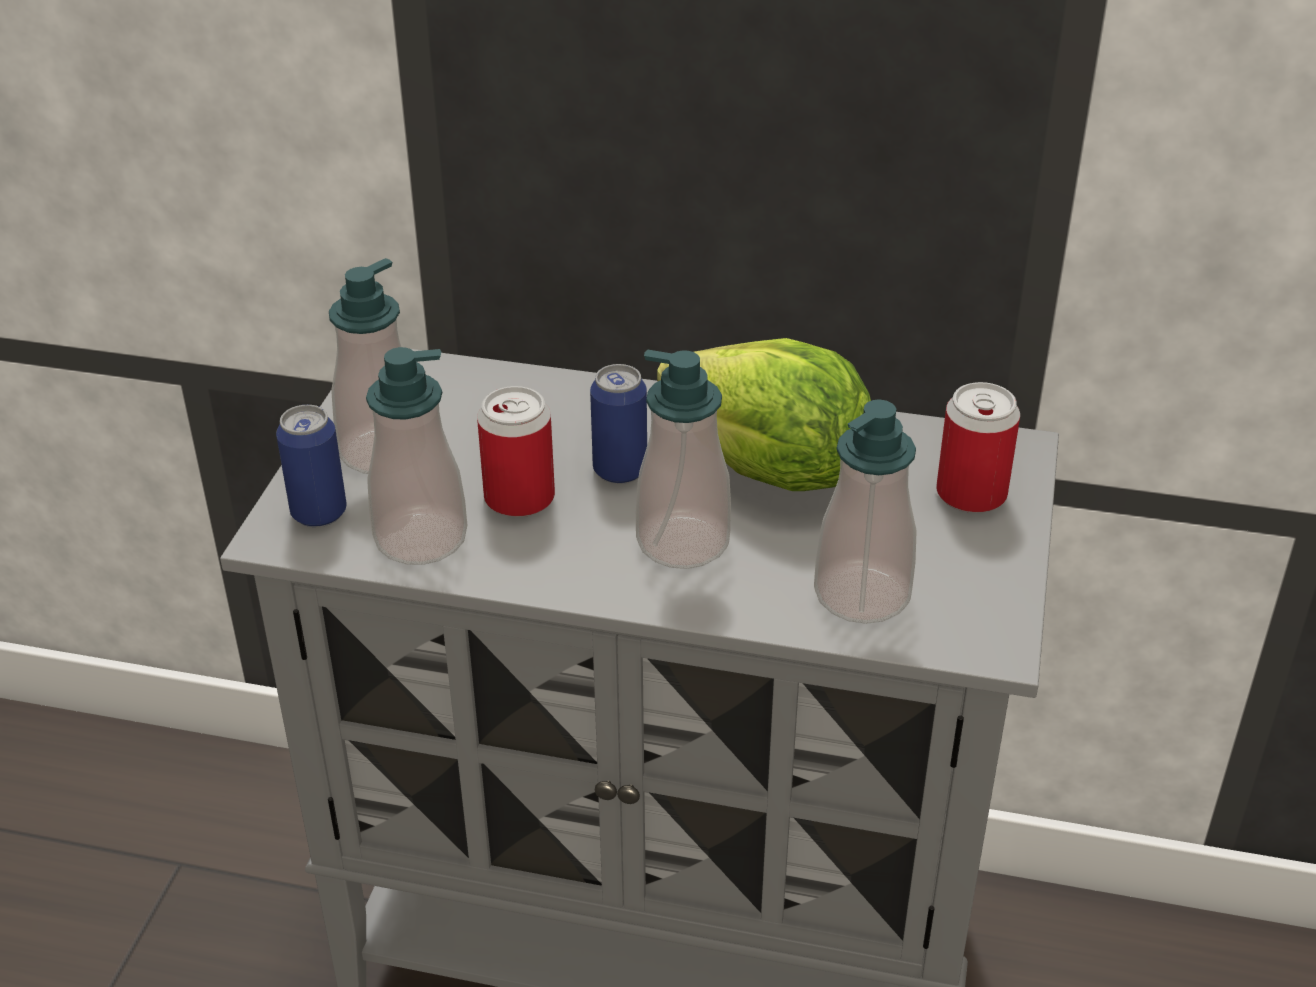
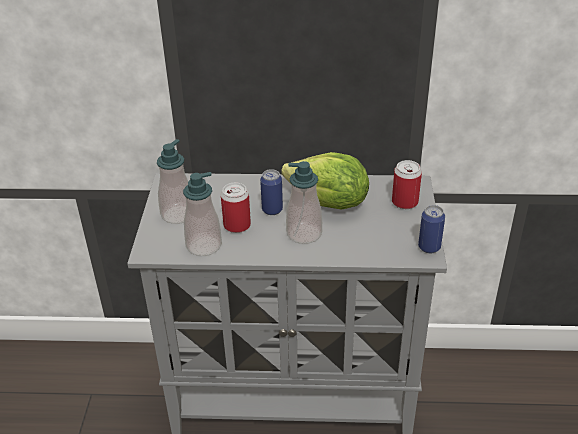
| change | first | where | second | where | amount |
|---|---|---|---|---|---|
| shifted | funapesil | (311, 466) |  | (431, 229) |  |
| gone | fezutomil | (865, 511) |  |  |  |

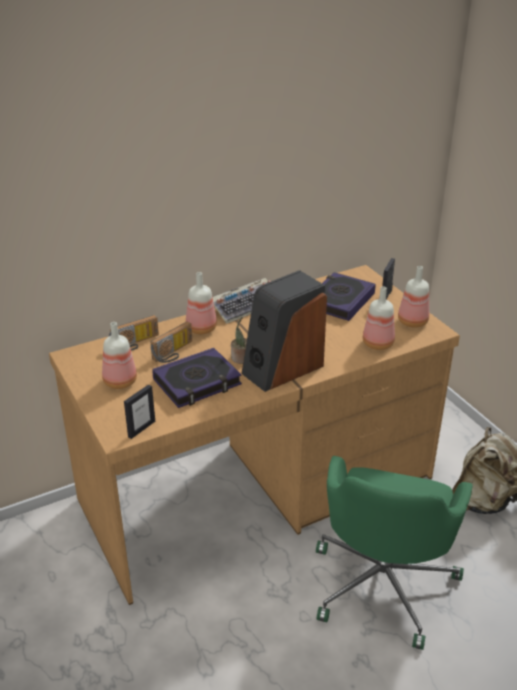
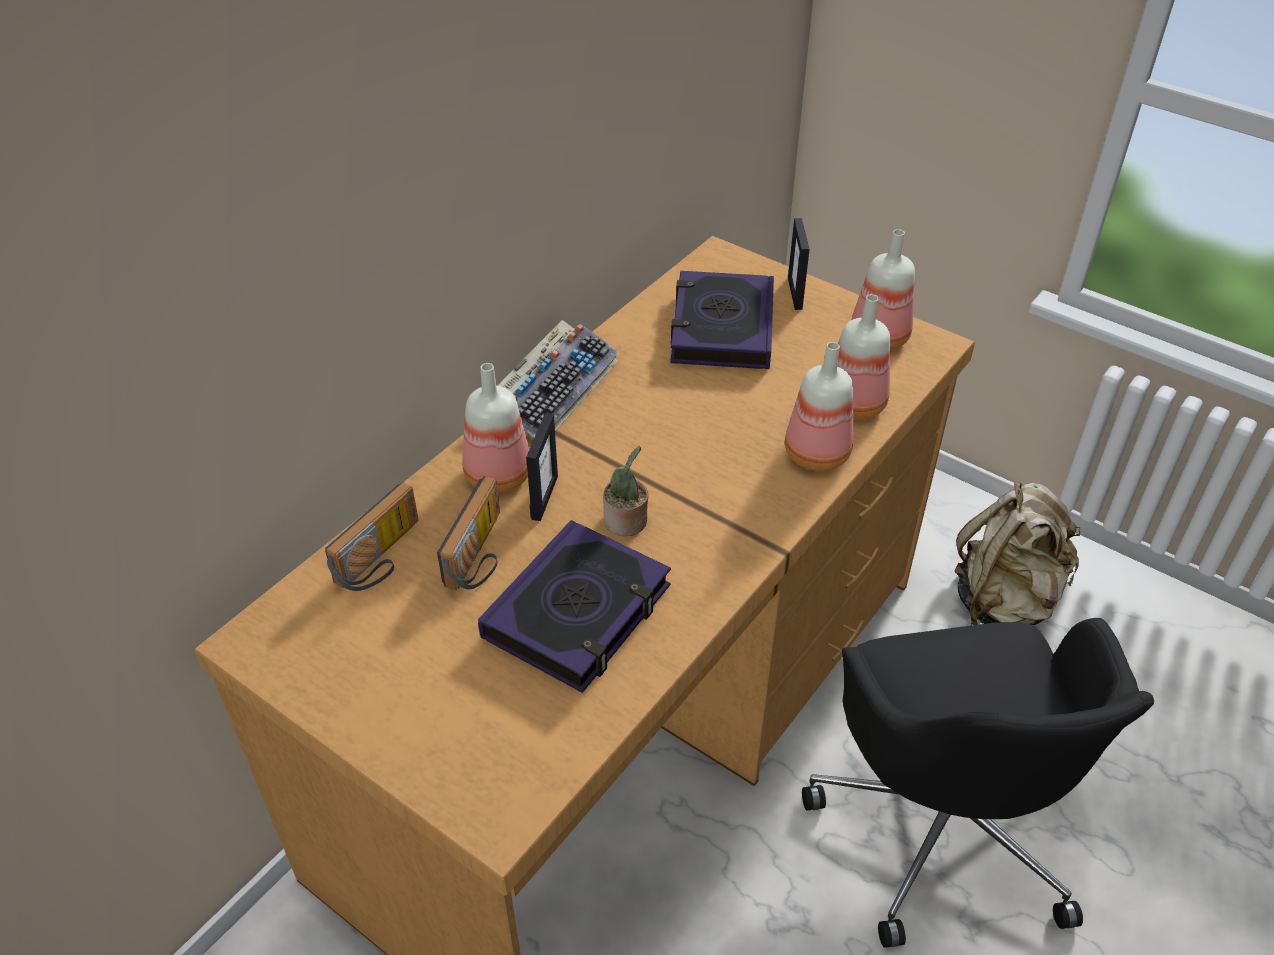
| change | first | where | second | where | amount |
|---|---|---|---|---|---|
| shifted | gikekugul | (139, 411) |  | (542, 467) |  |
| shifted | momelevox | (119, 355) |  | (819, 406) |  |
| repainted | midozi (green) | (394, 553) | midozi (black) | (978, 783) |  |
| gone | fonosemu | (284, 331) |  |  |  |

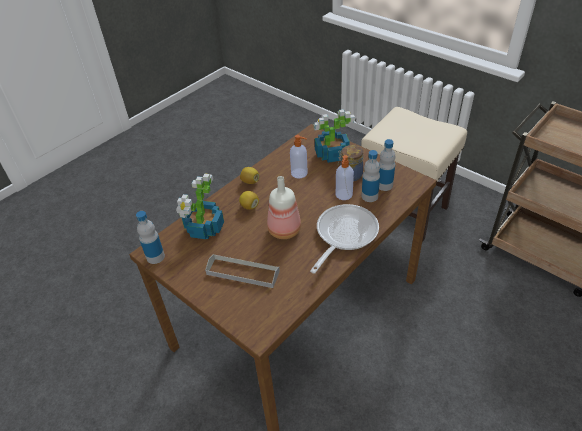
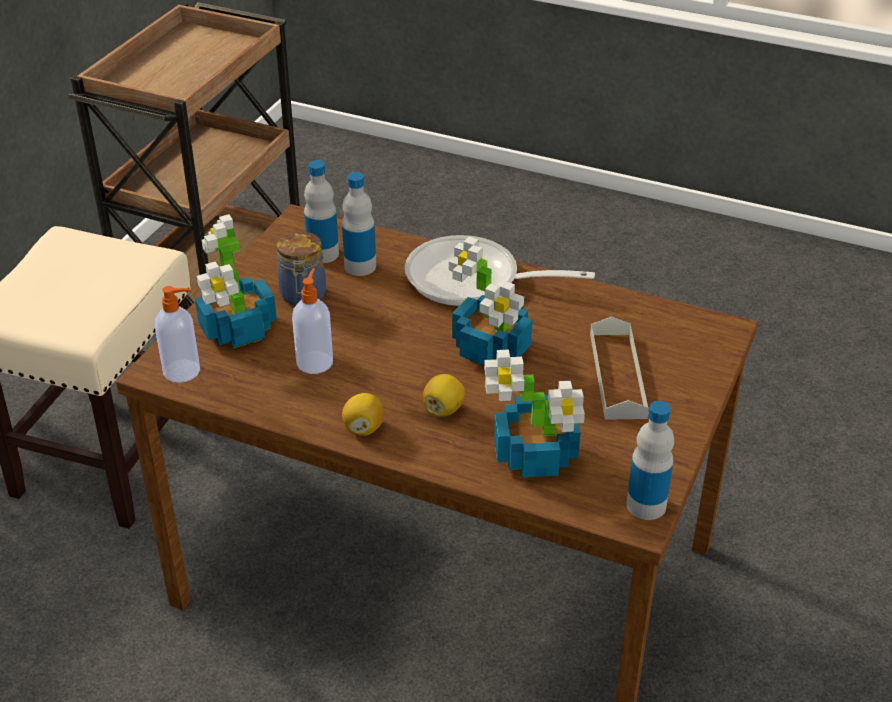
| change | first | where | second | where | amount |
|---|---|---|---|---|---|
| shifted | fezutomil | (345, 177) |  | (177, 334) |  |
| swapped | momelevox | (284, 207) | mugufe | (491, 301) |  |

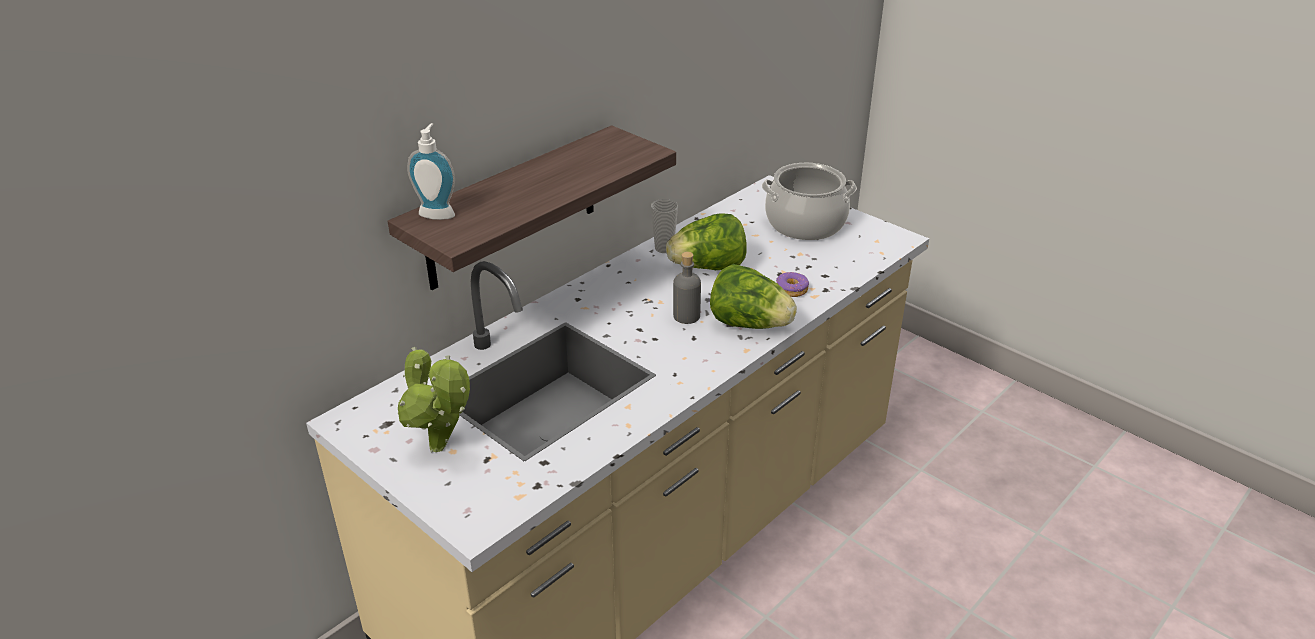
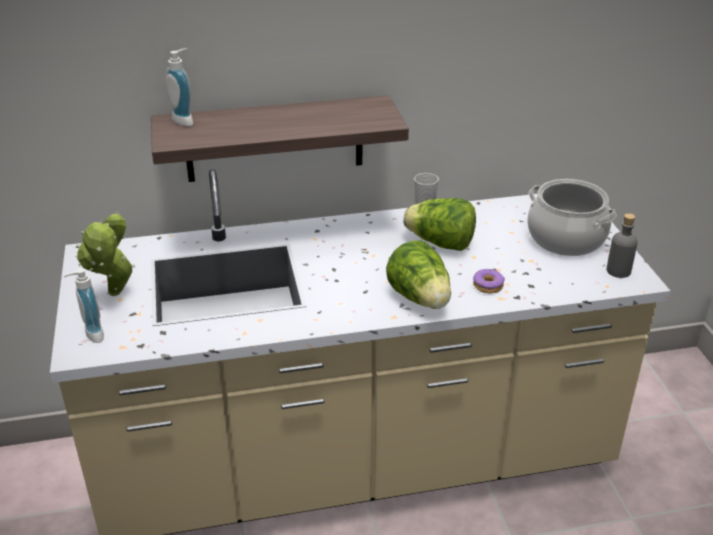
| change | first | where | second | where | amount |
|---|---|---|---|---|---|
| new |  |  | fezutomil | (84, 305) |  |
| shifted | momelevox (grey) | (687, 288) |  | (622, 245) |  |

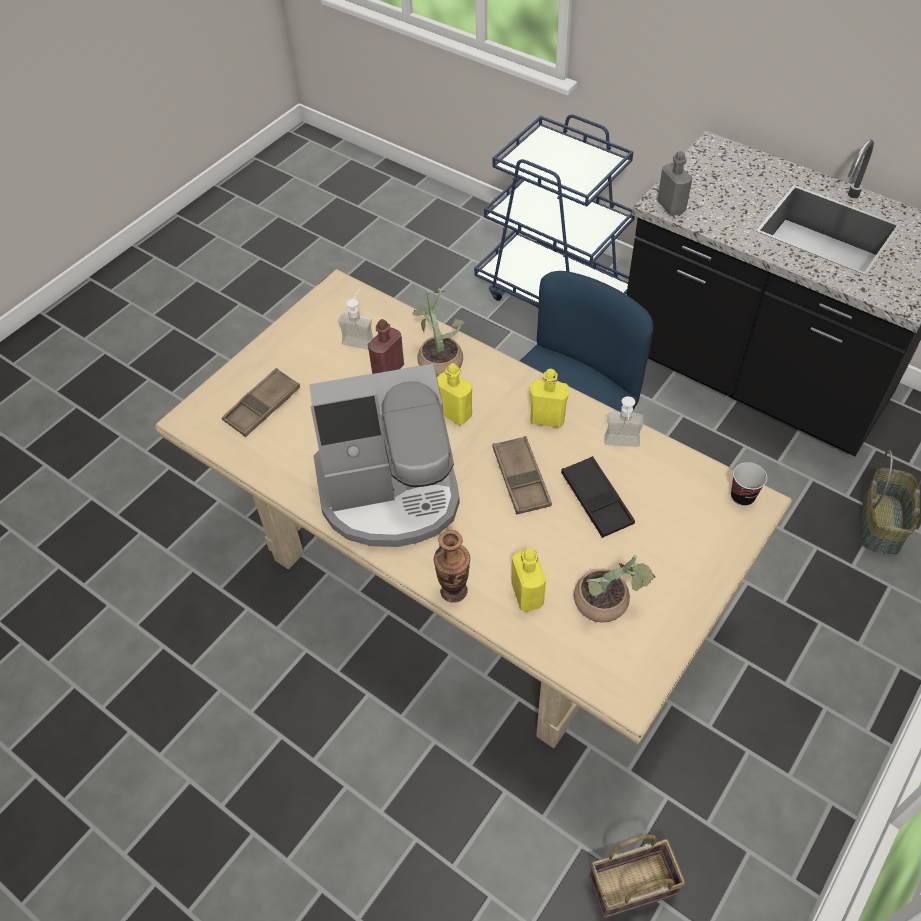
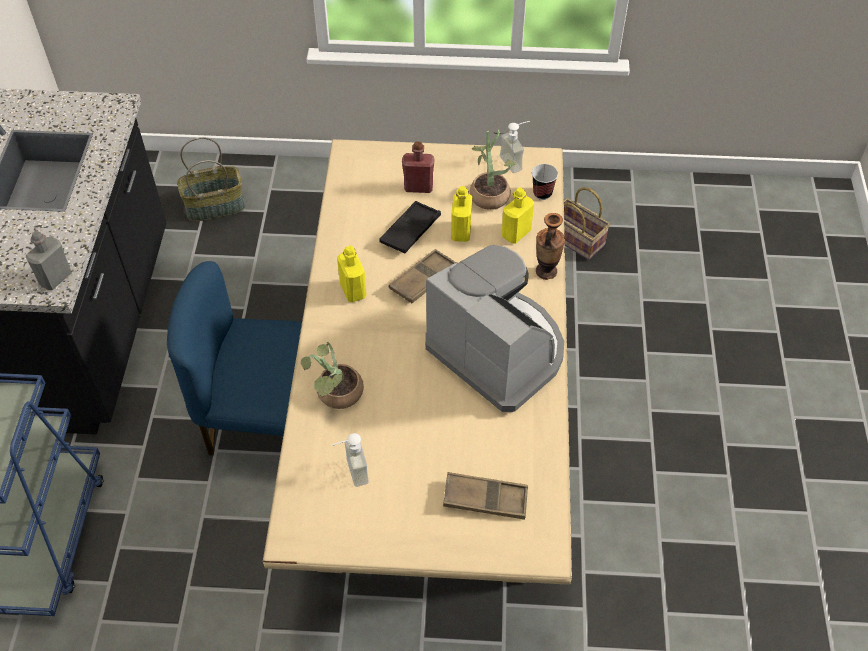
| change | first | where | second | where | amount |
|---|---|---|---|---|---|
| shifted | momelevox (red) | (386, 346) |  | (418, 167) |  |
| shifted | momelevox (yellow) | (454, 394) |  | (461, 214) |  |
| shifted | fezutomil | (623, 421) |  | (515, 147) |  |
| shifted | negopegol | (749, 484) |  | (545, 182) |  |

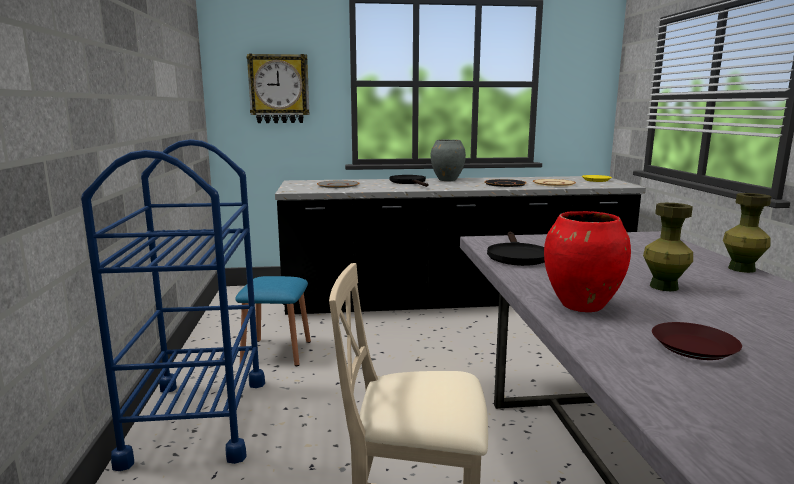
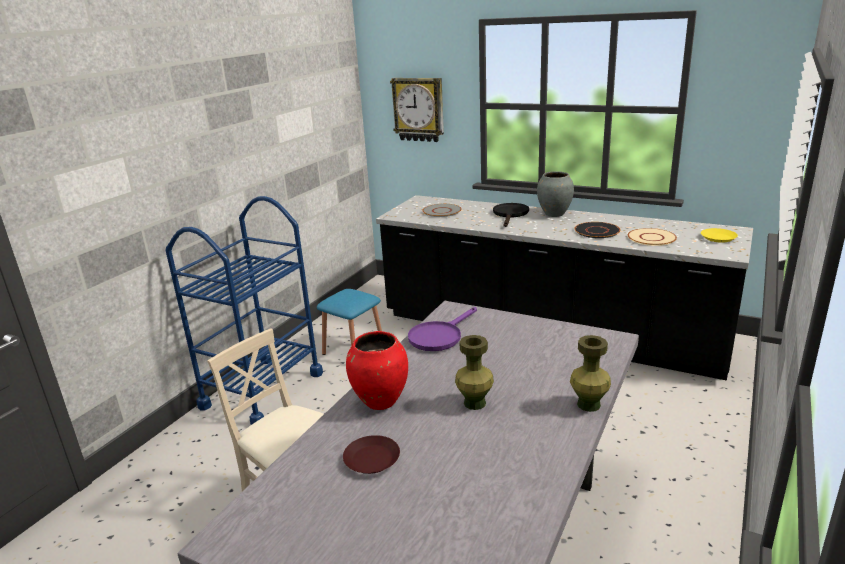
| change | first | where | second | where | amount |
|---|---|---|---|---|---|
| repainted | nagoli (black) | (516, 249) | nagoli (purple) | (442, 329) |  |

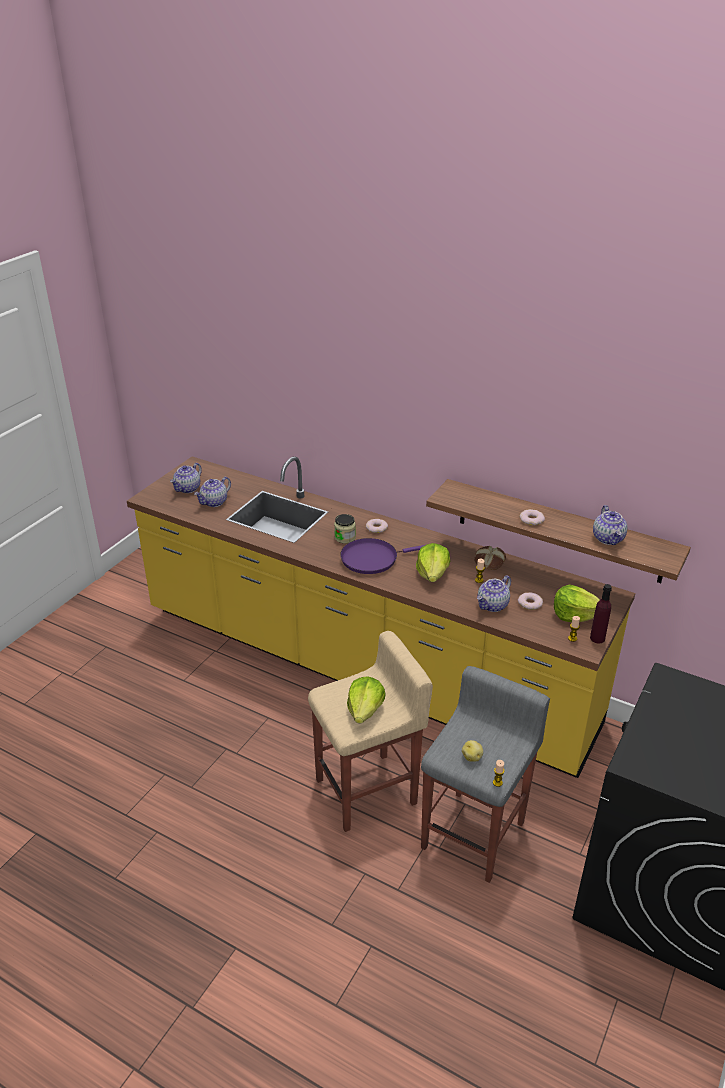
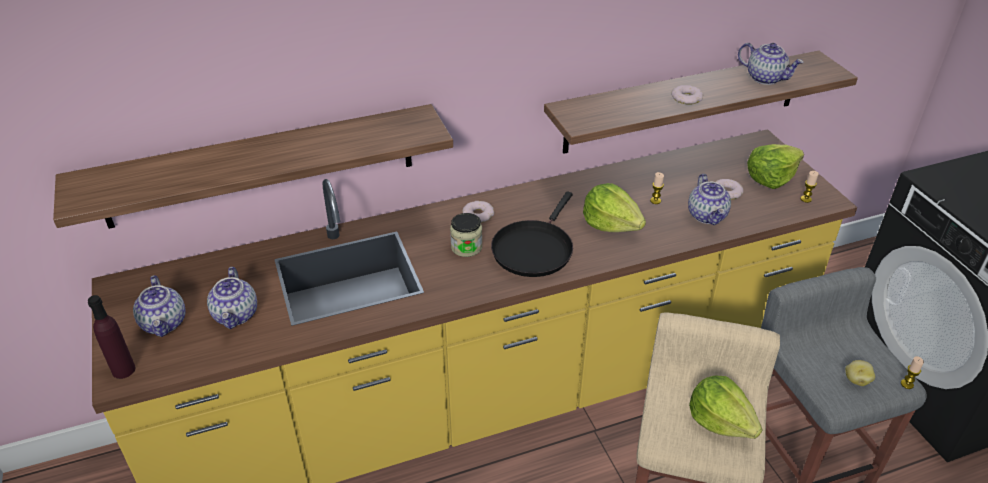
| change | first | where | second | where | amount |
|---|---|---|---|---|---|
| new |  |  | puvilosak | (253, 166) |  |
| shifted | momelevox (purple) | (601, 613) |  | (112, 337) |  |
| repainted | nagoli (purple) | (382, 556) | nagoli (black) | (532, 234) |  |
| gone | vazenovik | (490, 558) |  |  |  |

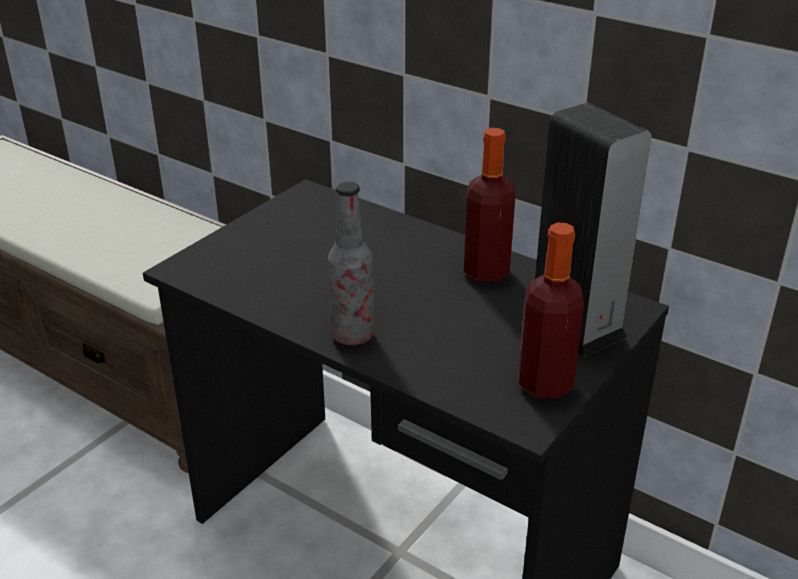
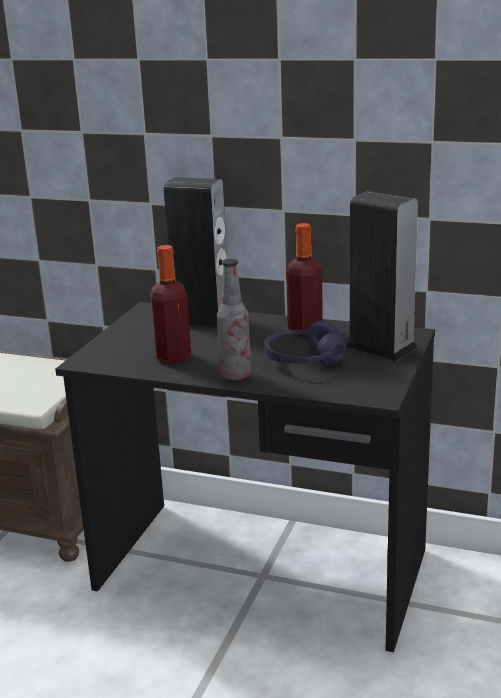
| change | first | where | second | where | amount |
|---|---|---|---|---|---|
| shifted | momelevox | (551, 311) |  | (170, 304) |  |
| new |  |  | fonosemu | (195, 252) |  |
| new |  |  | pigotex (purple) | (305, 343) |  |

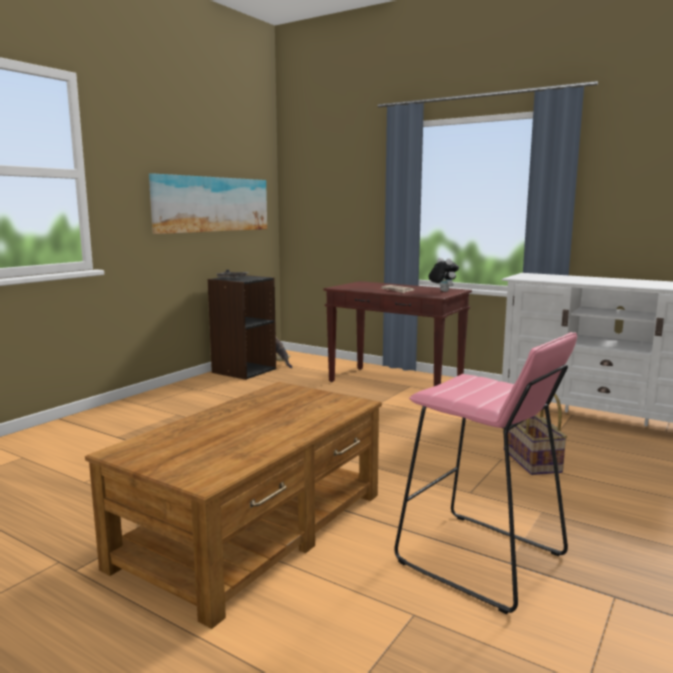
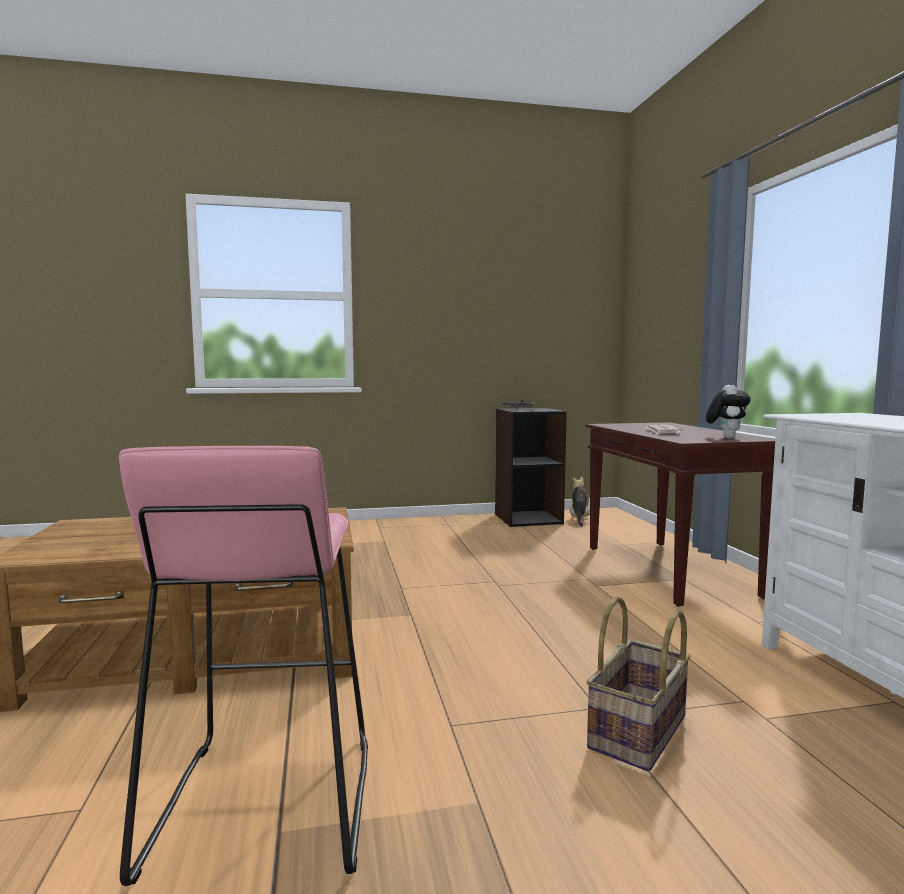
| change | first | where | second | where | amount |
|---|---|---|---|---|---|
| gone | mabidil | (208, 203) |  |  |  |

